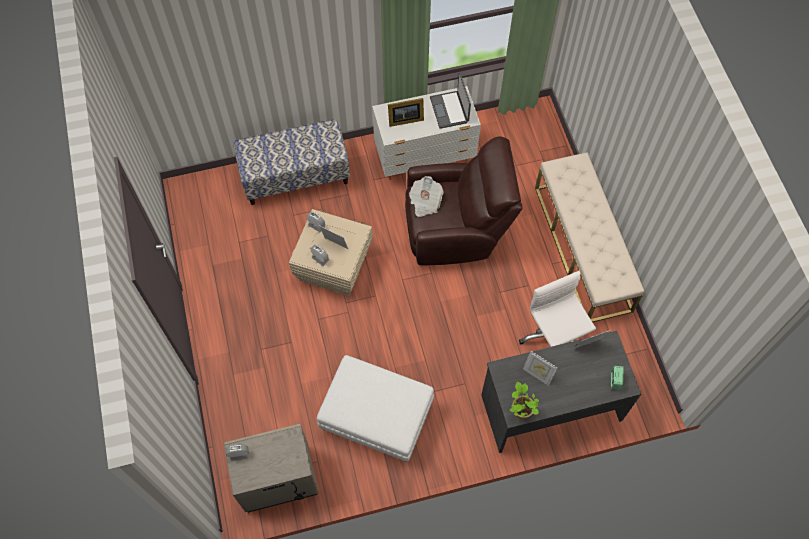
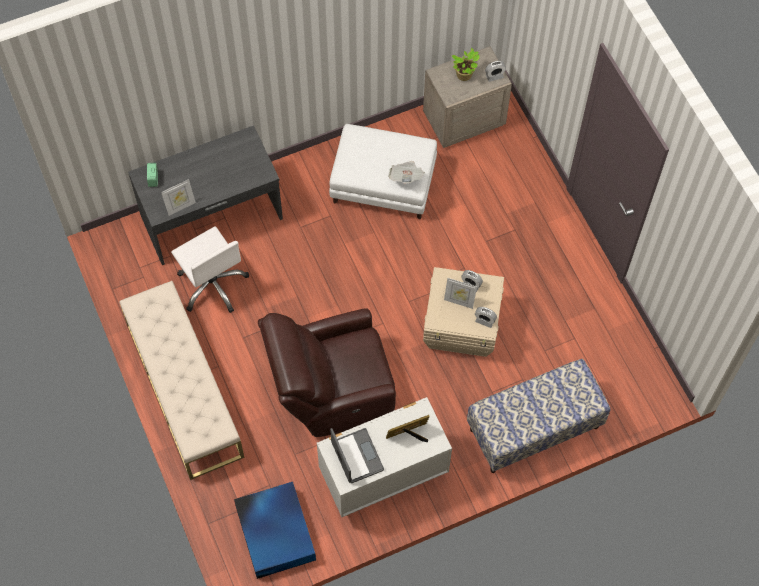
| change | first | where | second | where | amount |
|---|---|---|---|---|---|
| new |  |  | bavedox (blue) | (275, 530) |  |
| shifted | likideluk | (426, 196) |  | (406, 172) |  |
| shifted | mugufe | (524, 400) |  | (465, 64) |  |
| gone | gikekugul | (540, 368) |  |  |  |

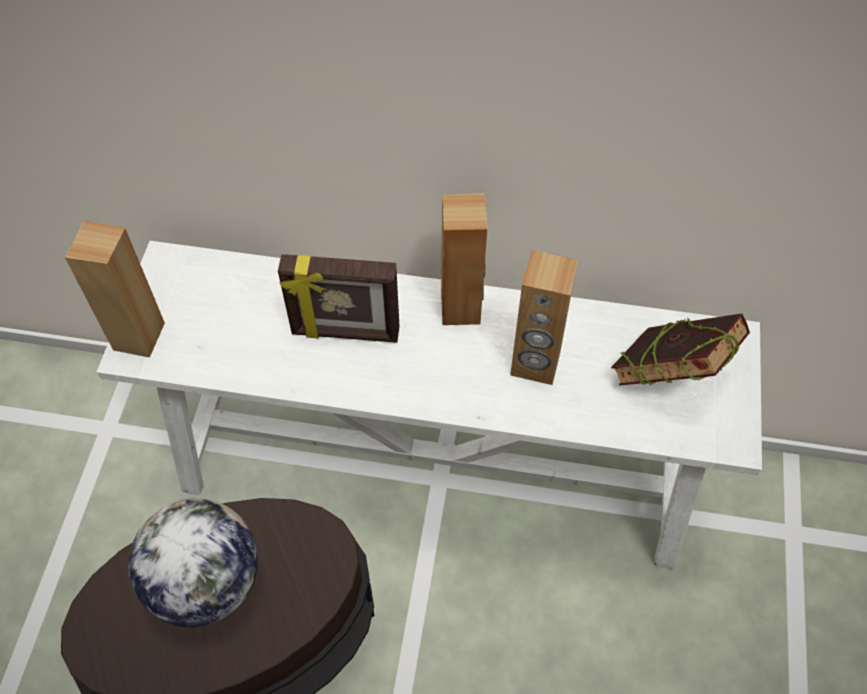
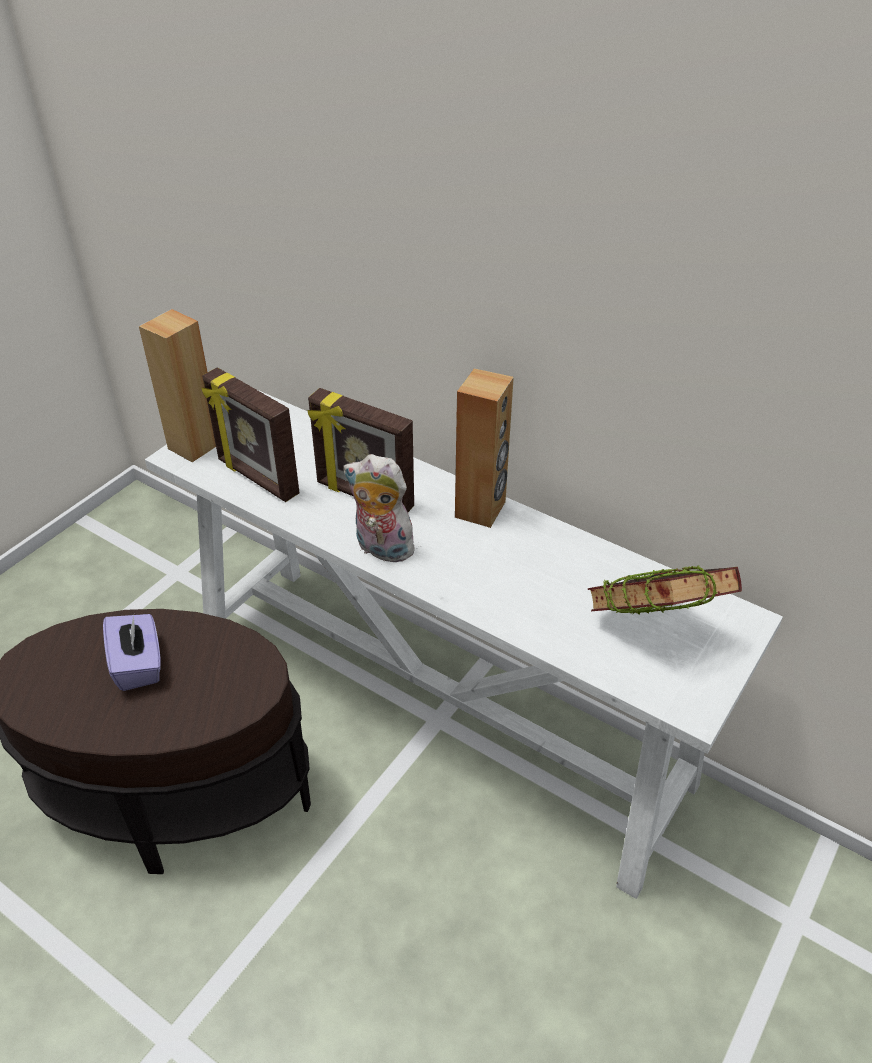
| change | first | where | second | where | amount |
|---|---|---|---|---|---|
| swapped | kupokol | (193, 562) | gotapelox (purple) | (132, 652) |  |
| new |  |  | gikekugul | (251, 434) |  |
| new |  |  | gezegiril | (381, 508) |  |
| gone | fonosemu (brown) | (544, 317) |  |  |  |

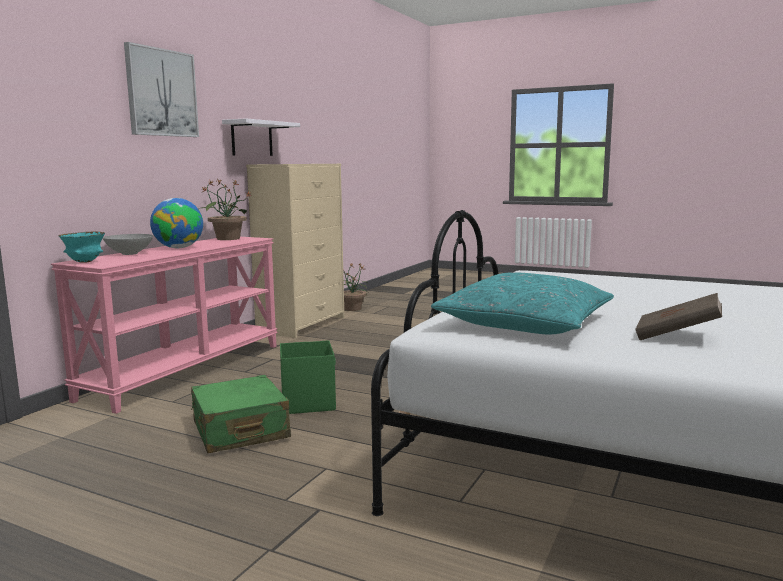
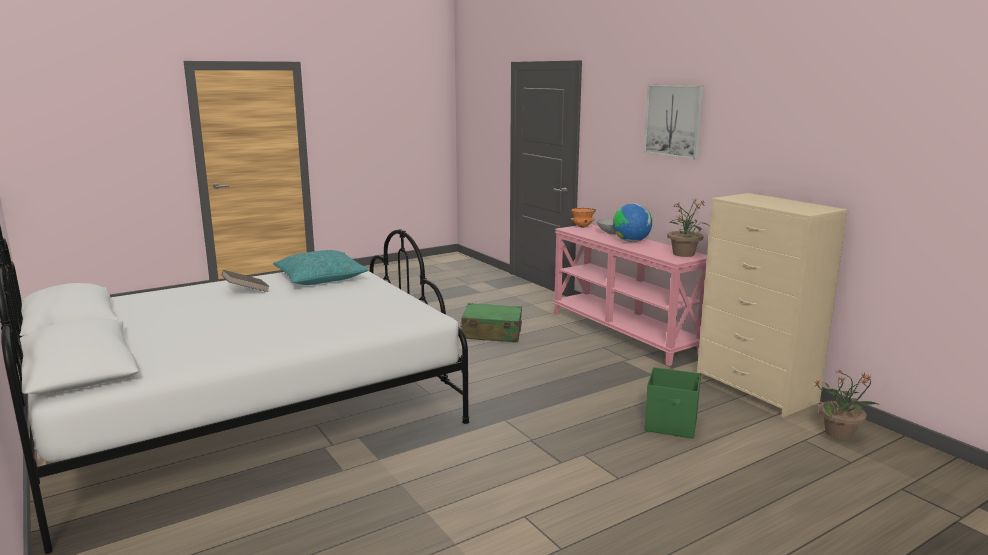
| change | first | where | second | where | amount |
|---|---|---|---|---|---|
| repainted | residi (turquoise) | (81, 247) | residi (orange) | (583, 218) |  |
| shifted | bavedox (green) | (308, 377) |  | (672, 403) |  |
| gone | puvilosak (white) | (261, 137) |  |  |  |

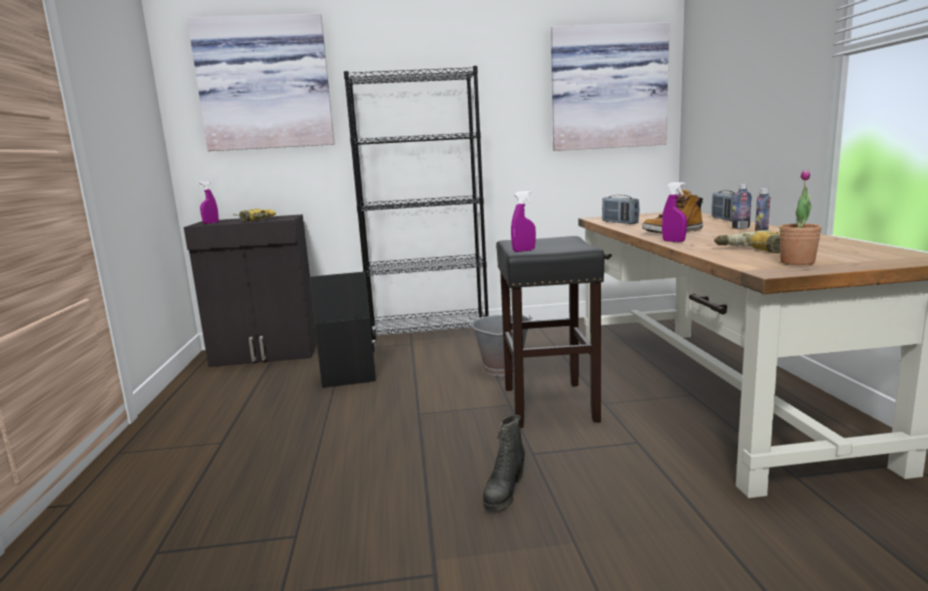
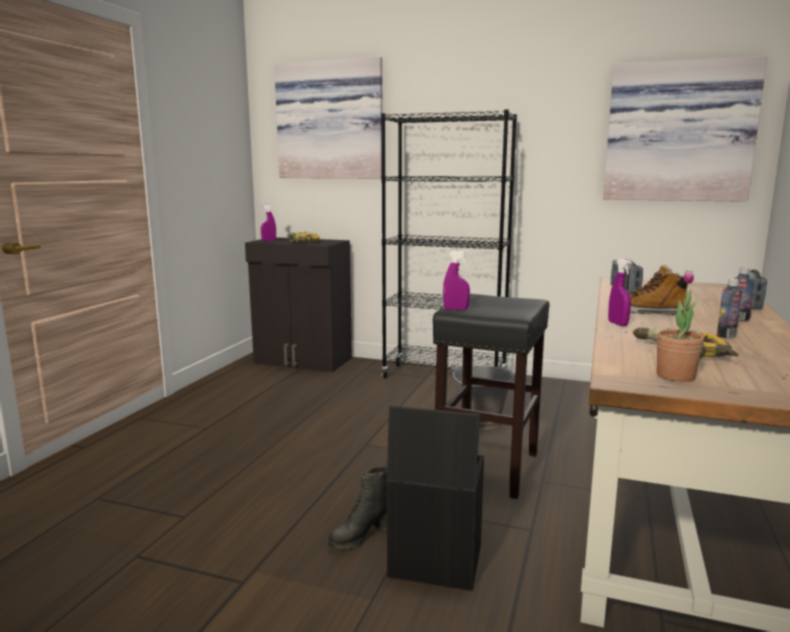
| change | first | where | second | where | amount |
|---|---|---|---|---|---|
| shifted | bavedox (black) | (342, 330) |  | (435, 498) |  |

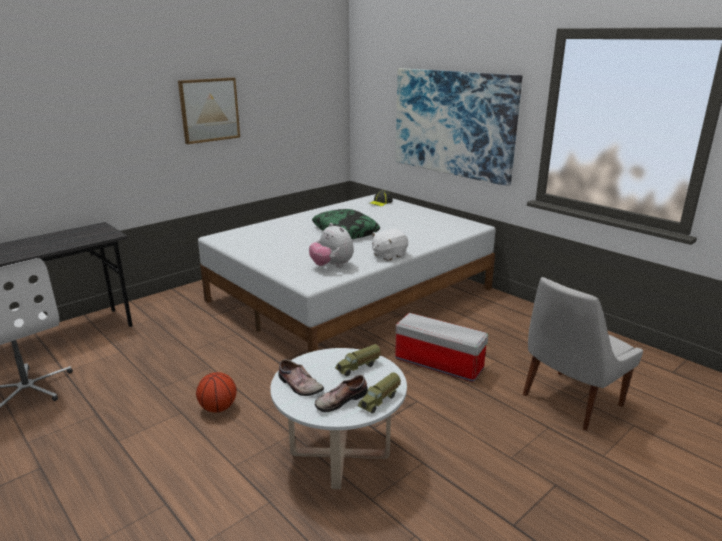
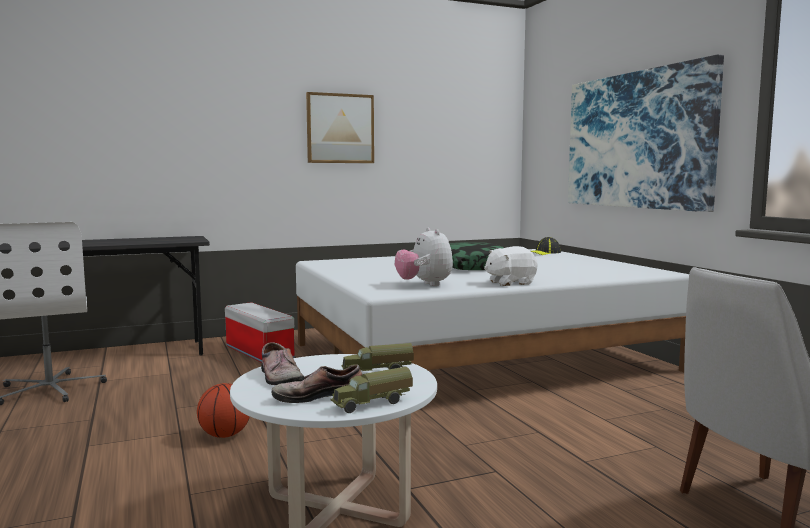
| change | first | where | second | where | amount |
|---|---|---|---|---|---|
| shifted | bavedox | (441, 347) |  | (260, 332) |  |

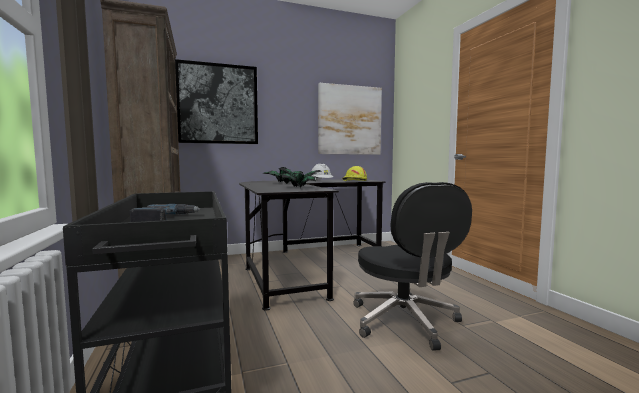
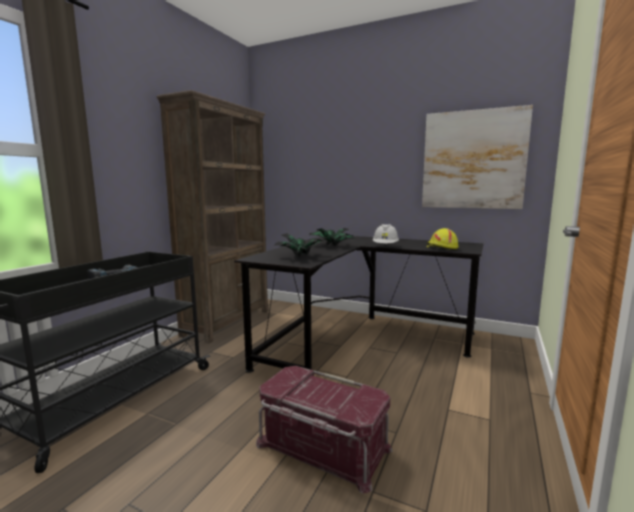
| change | first | where | second | where | amount |
|---|---|---|---|---|---|
| swapped | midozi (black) | (412, 266) | bavedox (red) | (324, 429) |  |
| gone | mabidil | (216, 101) |  |  |  |

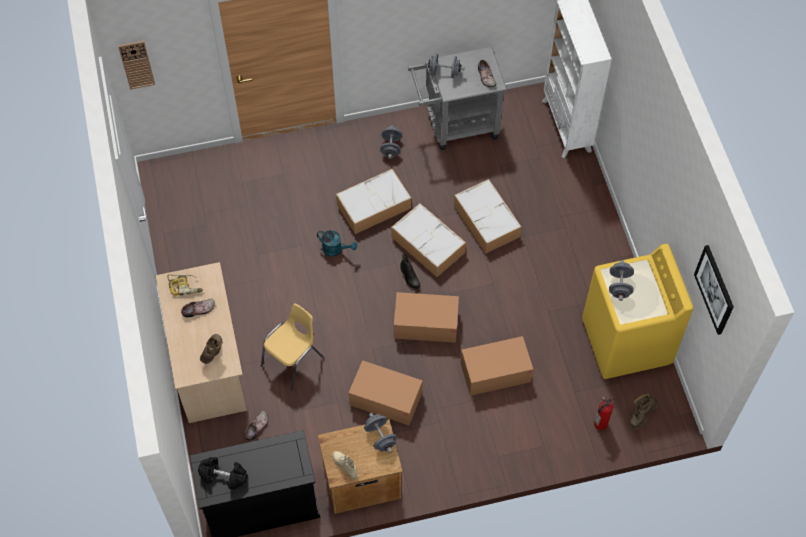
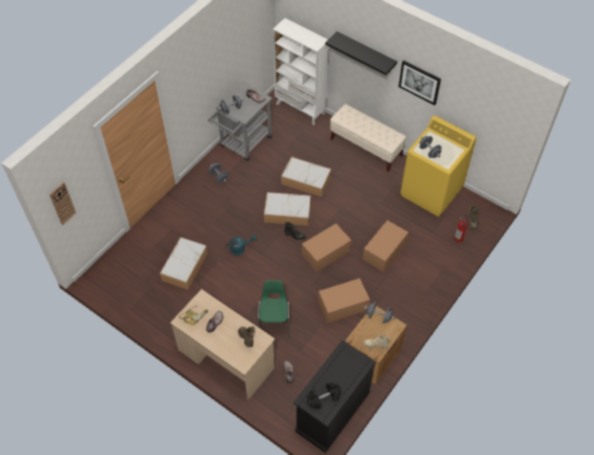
| change | first | where | second | where | amount |
|---|---|---|---|---|---|
| shifted | bavedox | (373, 201) |  | (184, 263) |  |
| repainted | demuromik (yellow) | (292, 347) | demuromik (green) | (273, 309) |  |
| new |  |  | puvilosak (black) | (361, 53) |  |
| new |  |  | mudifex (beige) | (368, 138) |  |
| shifted | mabidil | (714, 290) |  | (420, 82) |  |

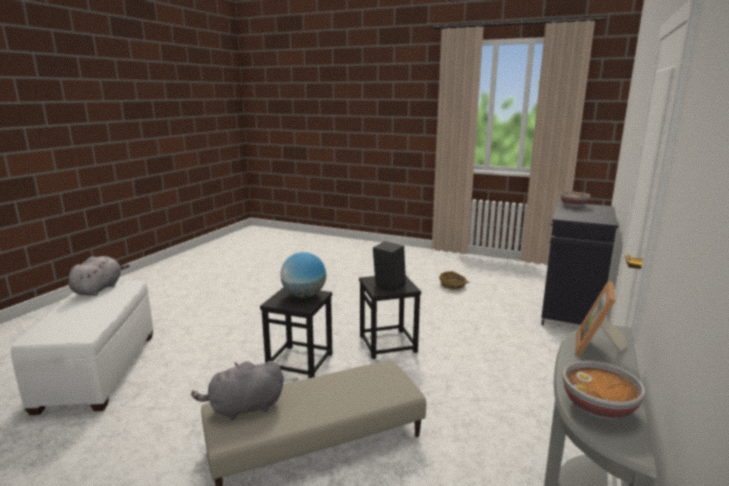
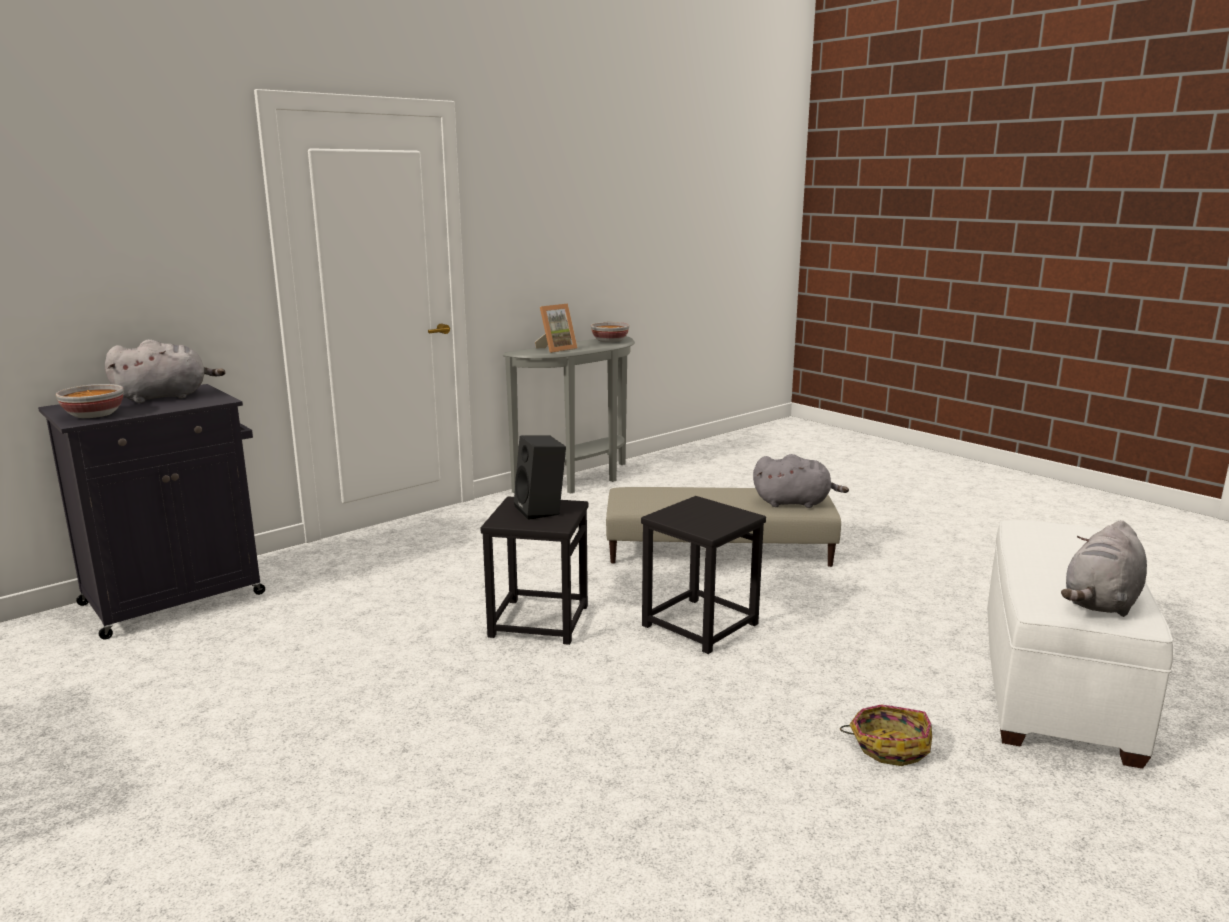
| change | first | where | second | where | amount |
|---|---|---|---|---|---|
| new |  |  | gezegiril (grey) | (165, 371) |  |
| shifted | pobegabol | (454, 280) |  | (886, 735) |  |
| gone | kupokol | (303, 275) |  |  |  |

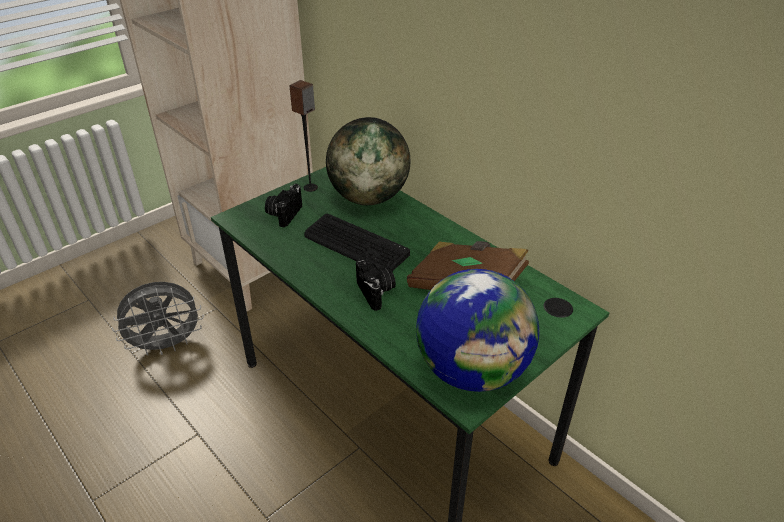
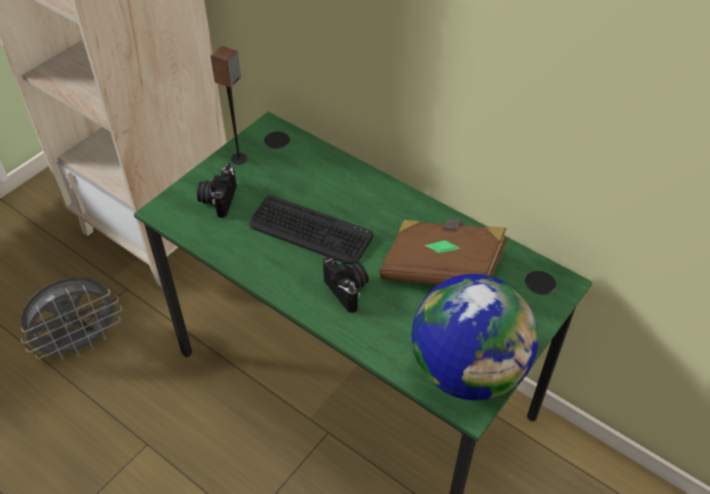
| change | first | where | second | where | amount |
|---|---|---|---|---|---|
| gone | kupokol | (368, 161) |  |  |  |

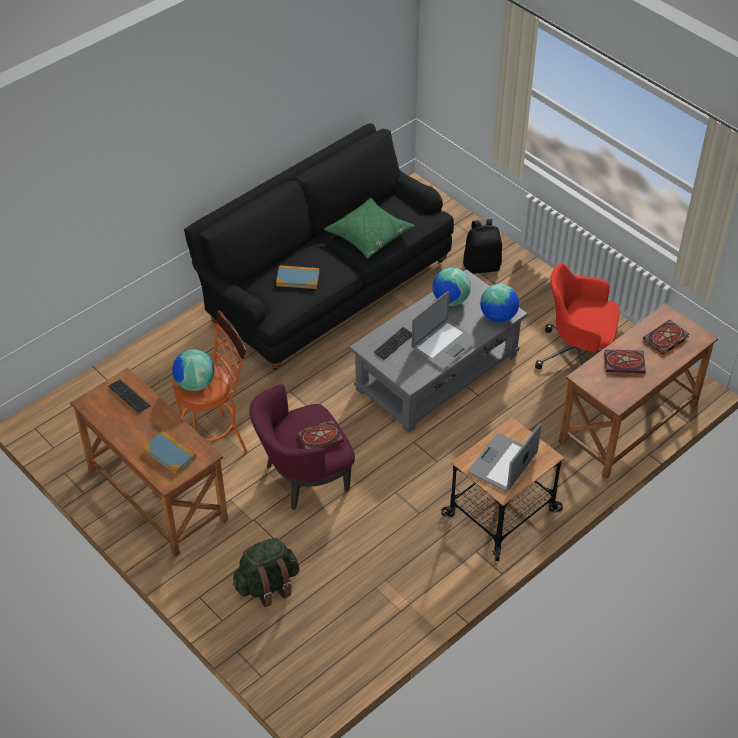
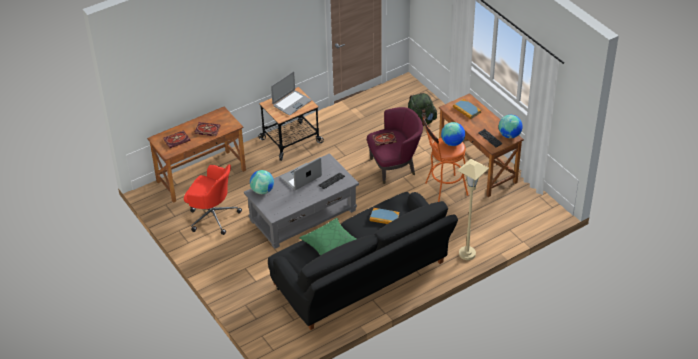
| change | first | where | second | where | amount |
|---|---|---|---|---|---|
| new |  |  | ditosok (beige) | (473, 209) |  |
| shifted | kupokol | (451, 287) |  | (511, 126) |  |
| gone | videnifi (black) | (482, 246) |  |  |  |

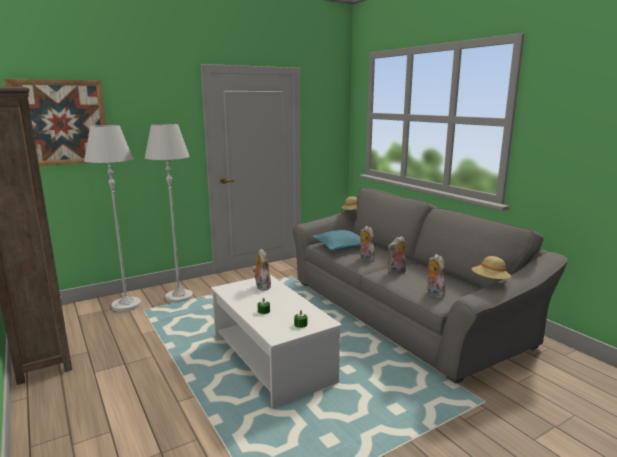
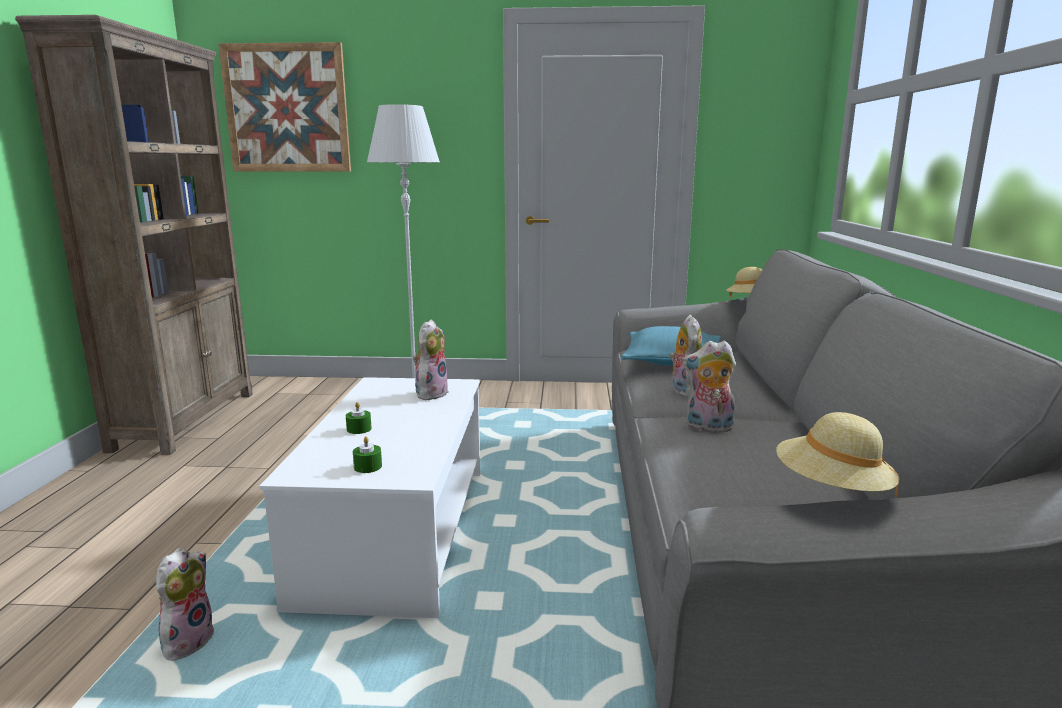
| change | first | where | second | where | amount |
|---|---|---|---|---|---|
| shifted | gezegiril | (436, 276) |  | (185, 604) |  |
| gone | ditosok (white) | (112, 218) |  |  |  |

